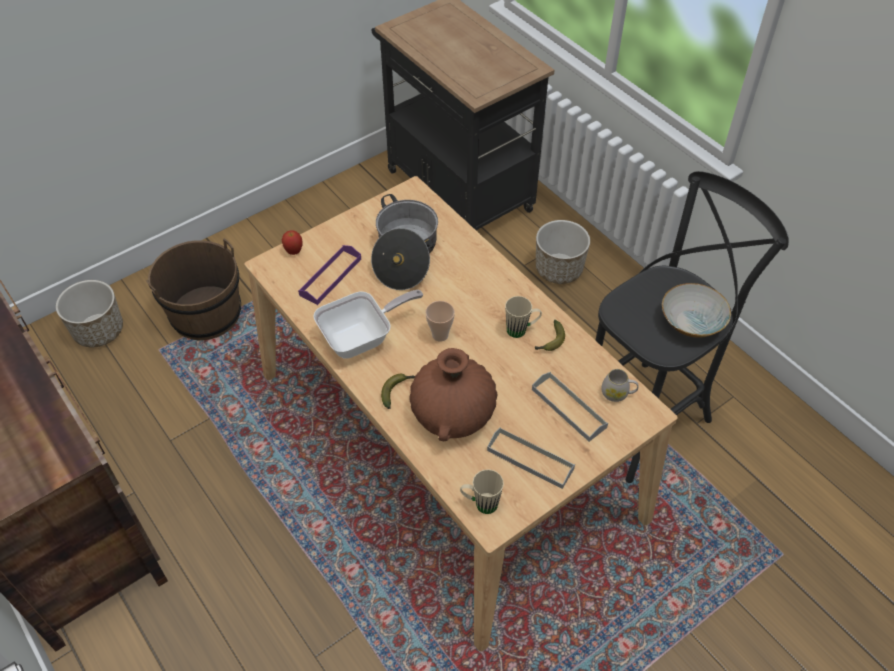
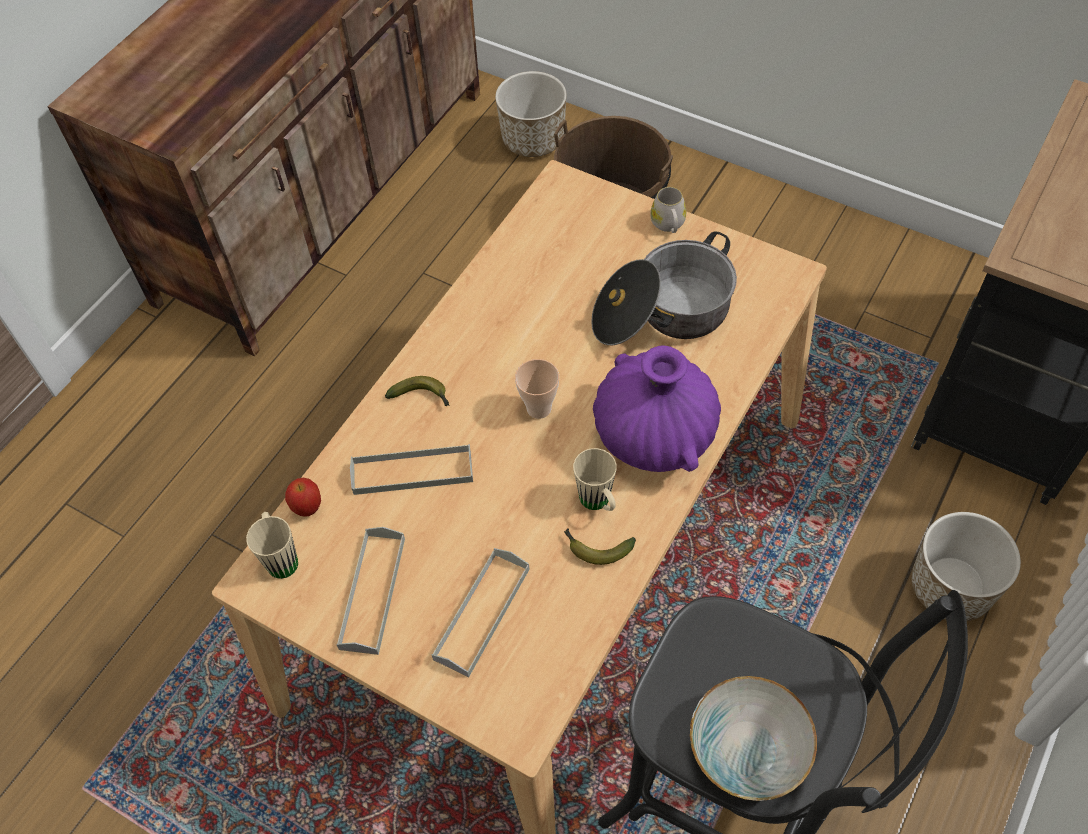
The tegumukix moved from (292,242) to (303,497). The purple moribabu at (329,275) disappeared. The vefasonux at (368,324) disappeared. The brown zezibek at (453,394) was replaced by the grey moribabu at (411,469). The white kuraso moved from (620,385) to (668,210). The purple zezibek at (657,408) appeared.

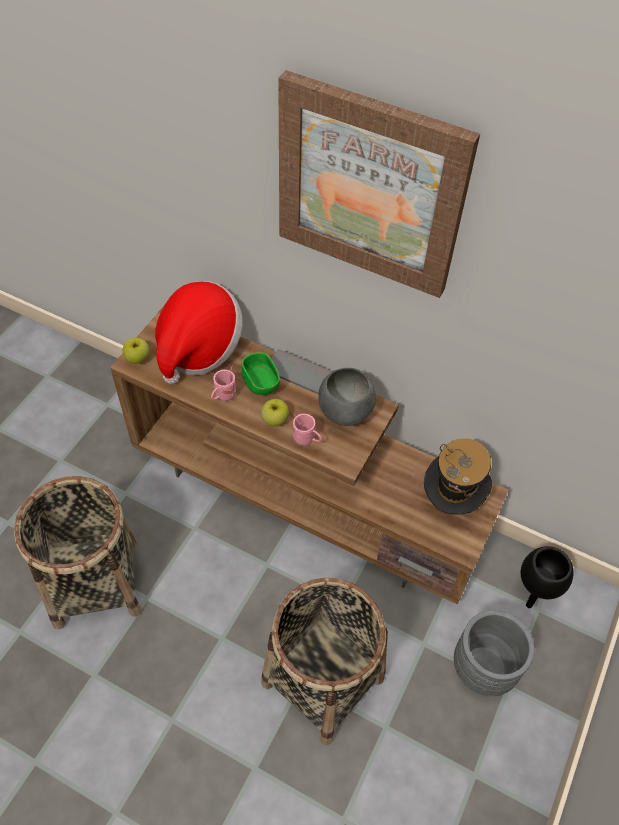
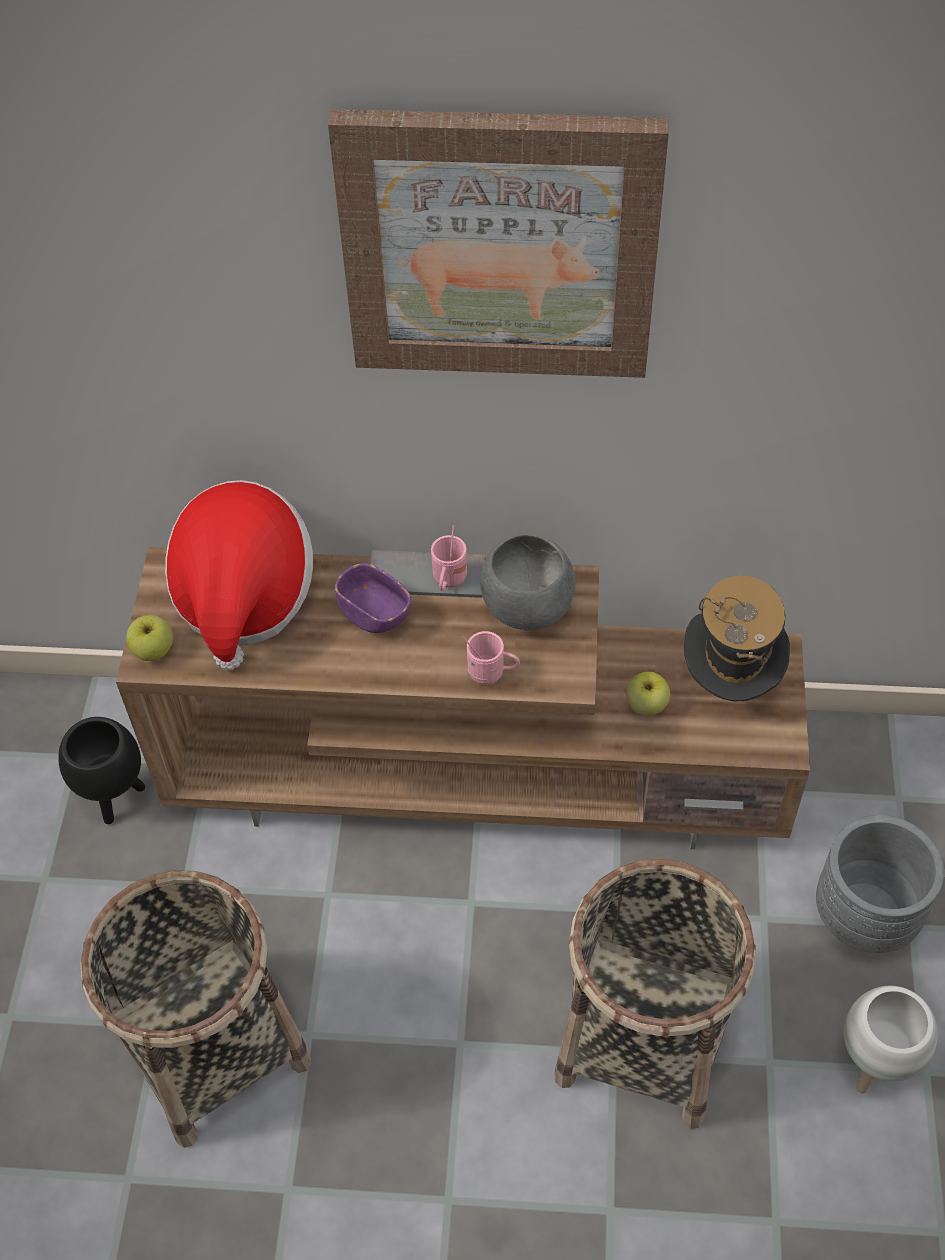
The pink kuraso moved from (223,383) to (449,558). The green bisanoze at (260,373) became the purple bisanoze at (373,598). The tegumukix moved from (275,413) to (648,694). The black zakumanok moved from (547,577) to (101,770). The white zakumanok at (891,1039) appeared.

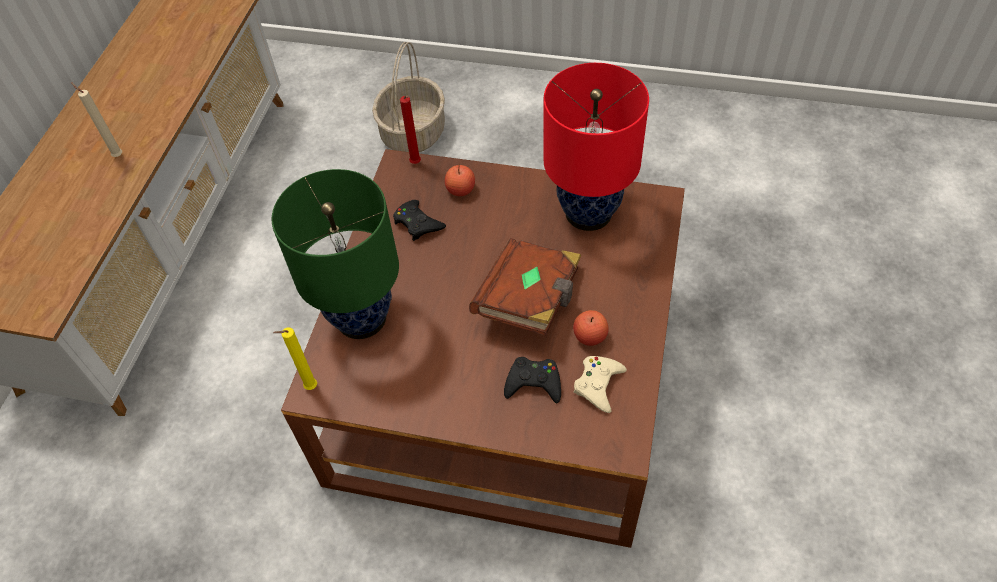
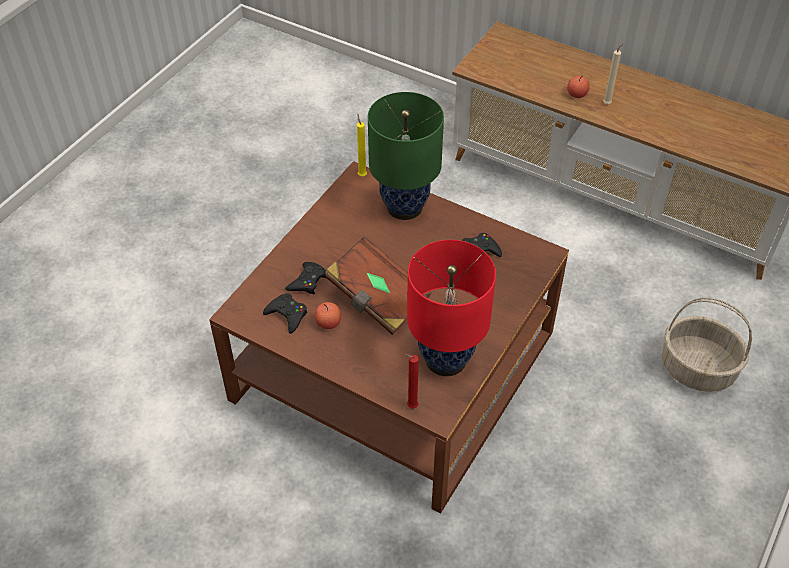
The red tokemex moved from (410,129) to (411,381). The tegumukix moved from (460,180) to (578,87). The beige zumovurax at (600,384) became the black zumovurax at (285,313).

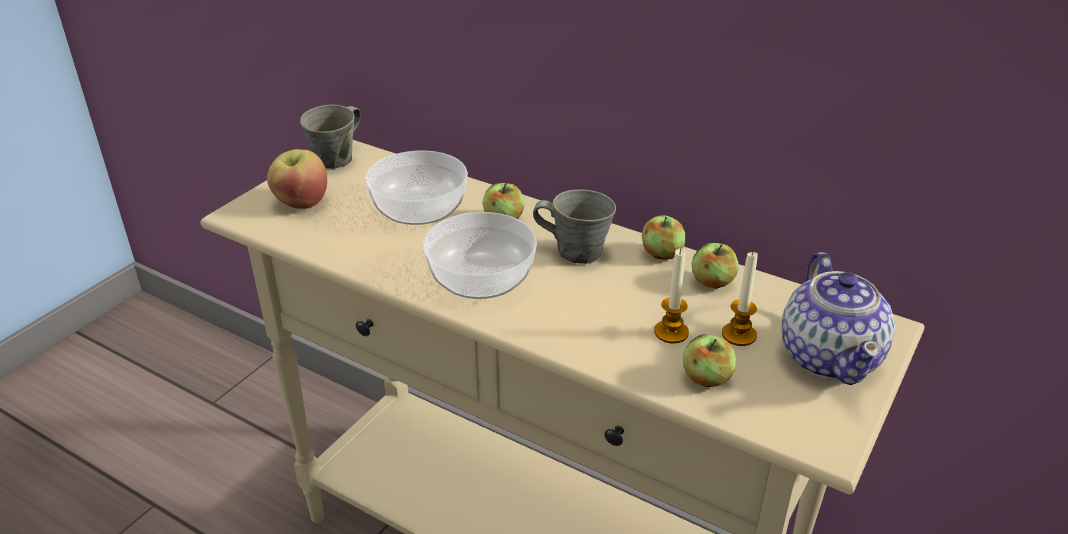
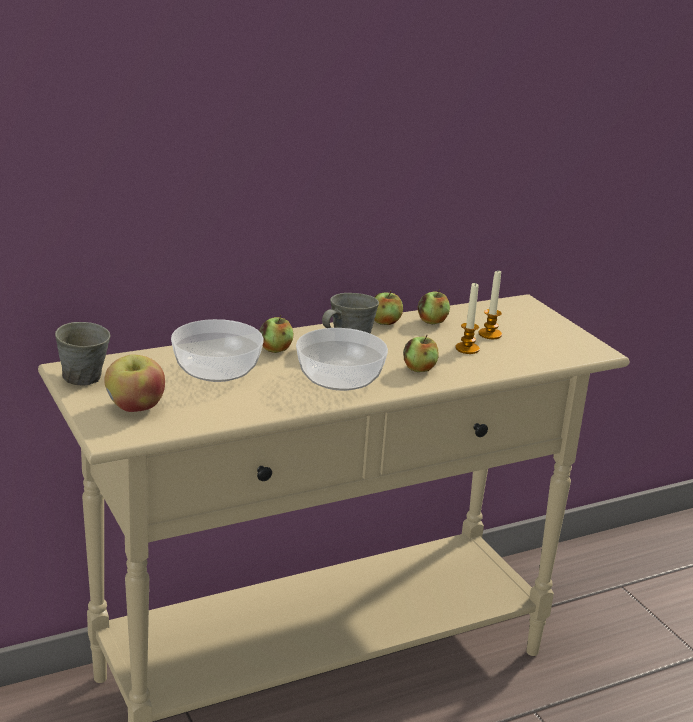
The tegumukix moved from (709,360) to (421,353). The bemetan at (838,318) disappeared.

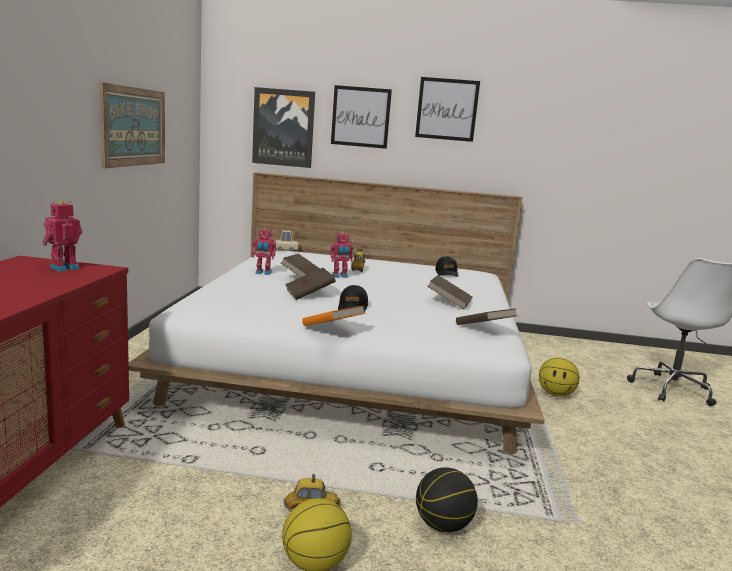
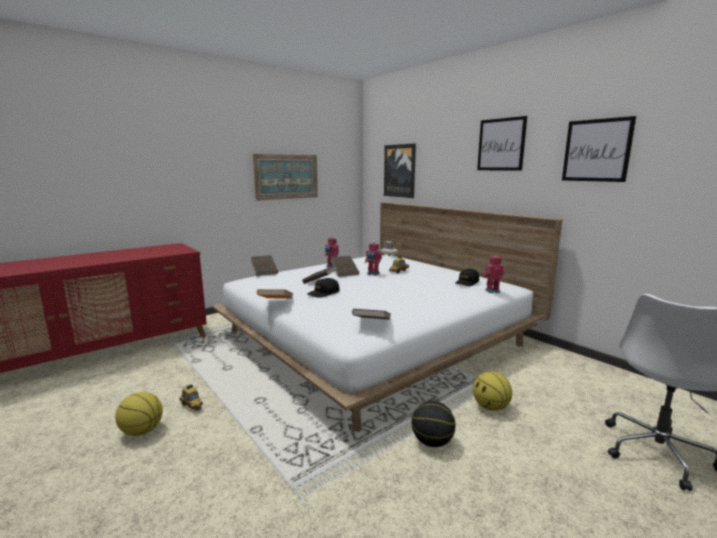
The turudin moved from (62,236) to (494,274). The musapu moved from (361,117) to (599,149). The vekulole moved from (447,499) to (434,424). The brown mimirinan moved from (450,292) to (264,265).

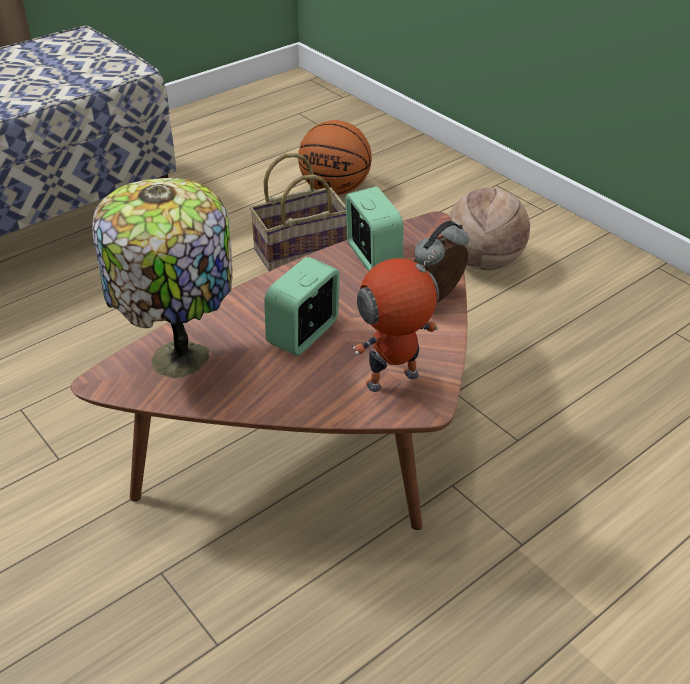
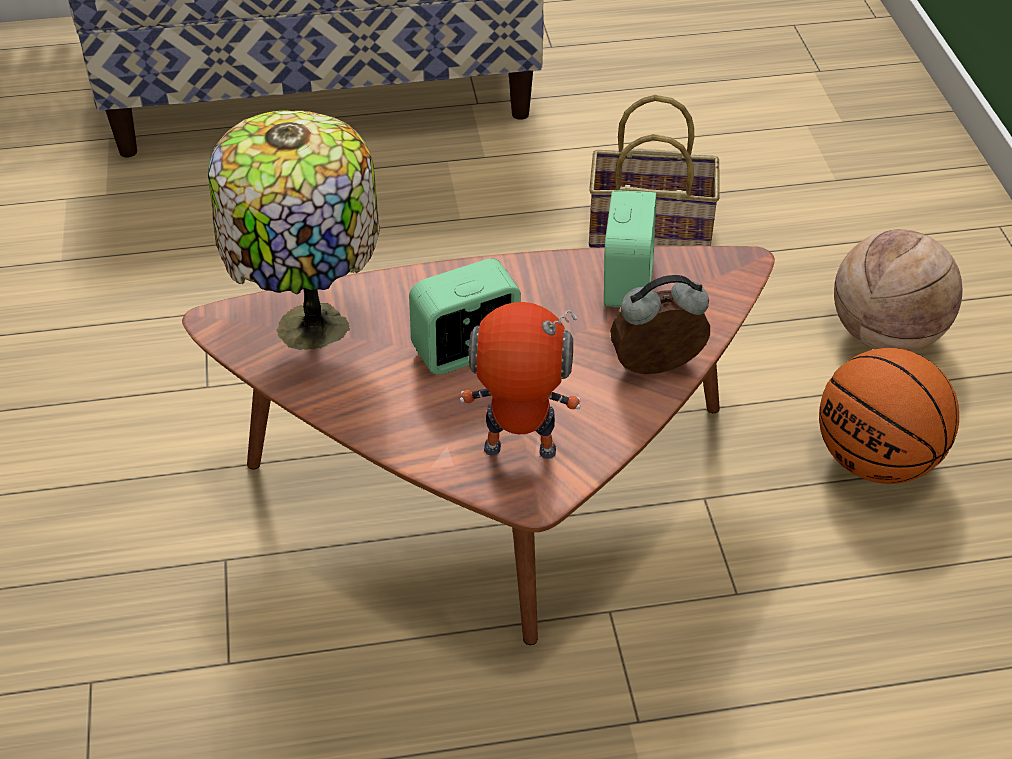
The vekulole moved from (335,157) to (889,416).

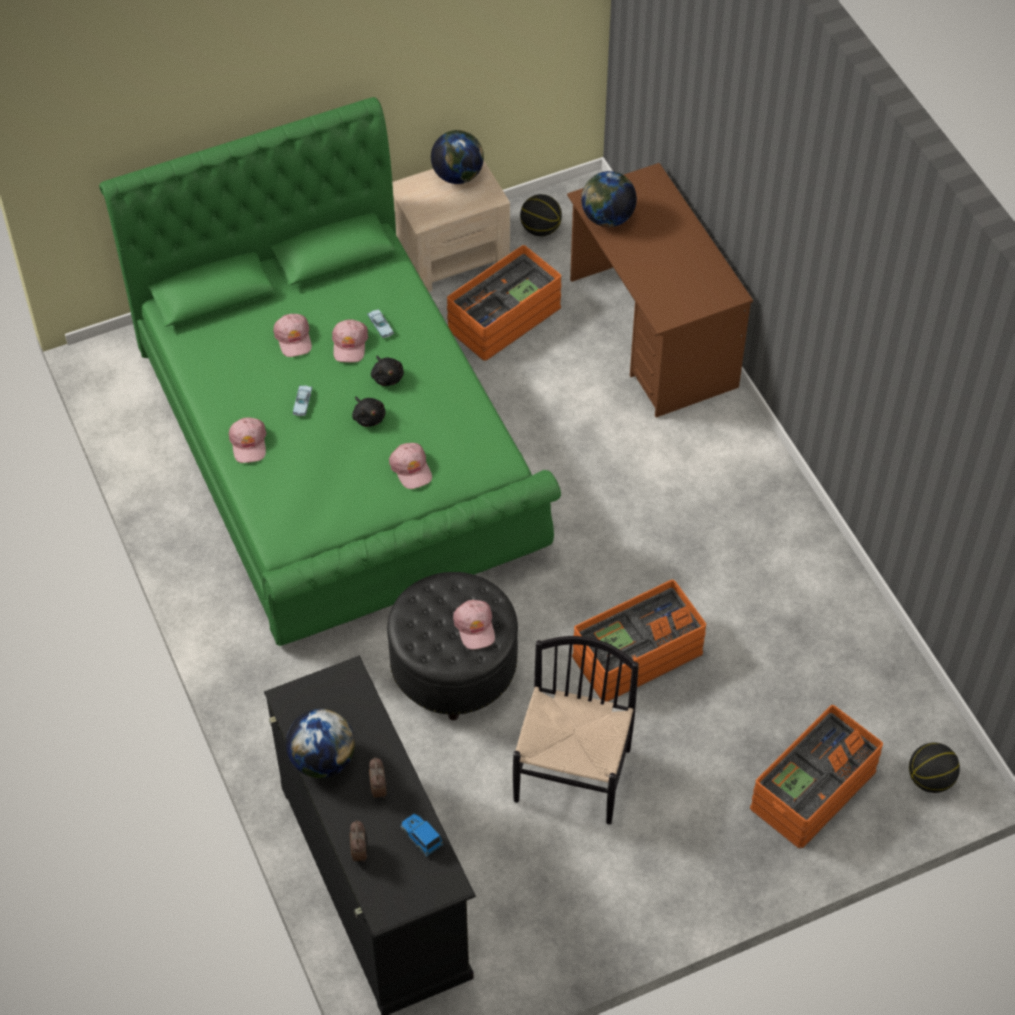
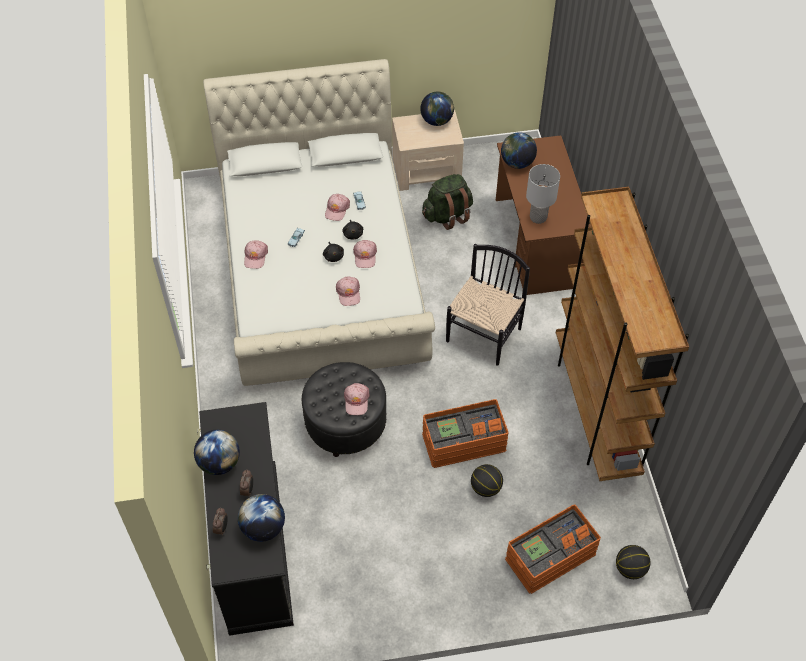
The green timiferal at (330,371) became the beige timiferal at (319,222). The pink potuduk moved from (292,335) to (365,254). The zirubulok at (421,835) was replaced by the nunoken at (261,518). The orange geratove at (504,303) was replaced by the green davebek at (447,202). The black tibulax moved from (576,730) to (488,305). The vekulole moved from (541,215) to (487,480). The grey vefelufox at (543,194) appeared. The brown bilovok at (622,334) appeared.

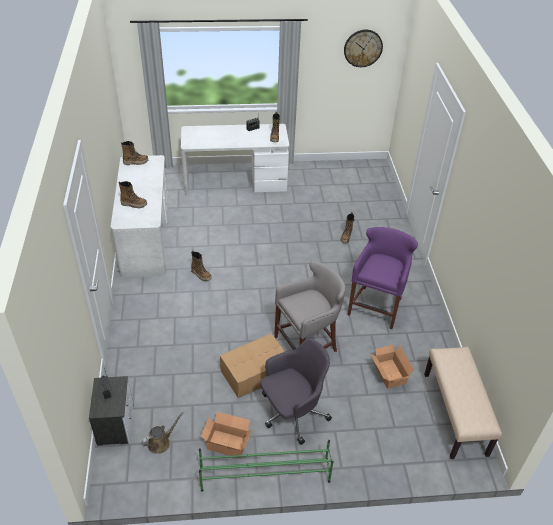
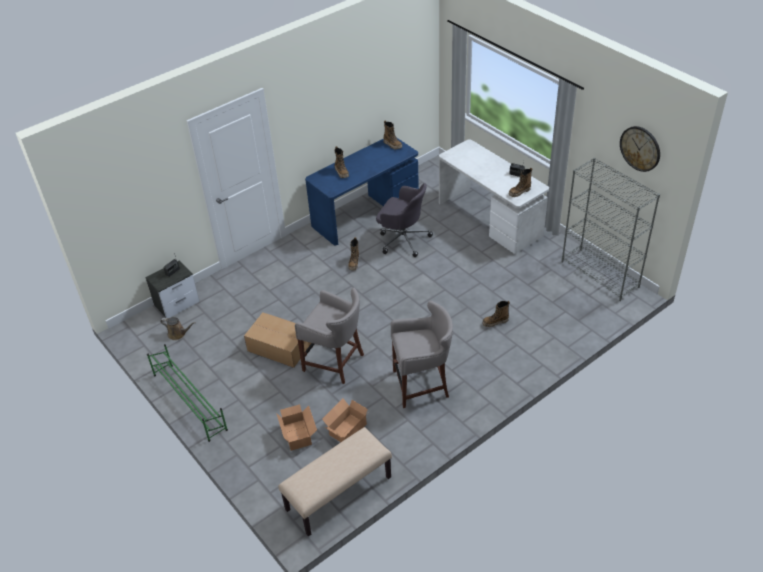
The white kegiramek at (139,216) became the blue kegiramek at (362,191). The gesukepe moved from (226,435) to (296,427). The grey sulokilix moved from (296,391) to (404,220). The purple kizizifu at (383,278) became the grey kizizifu at (422,354). The grey bilovok at (611,229) appeared.

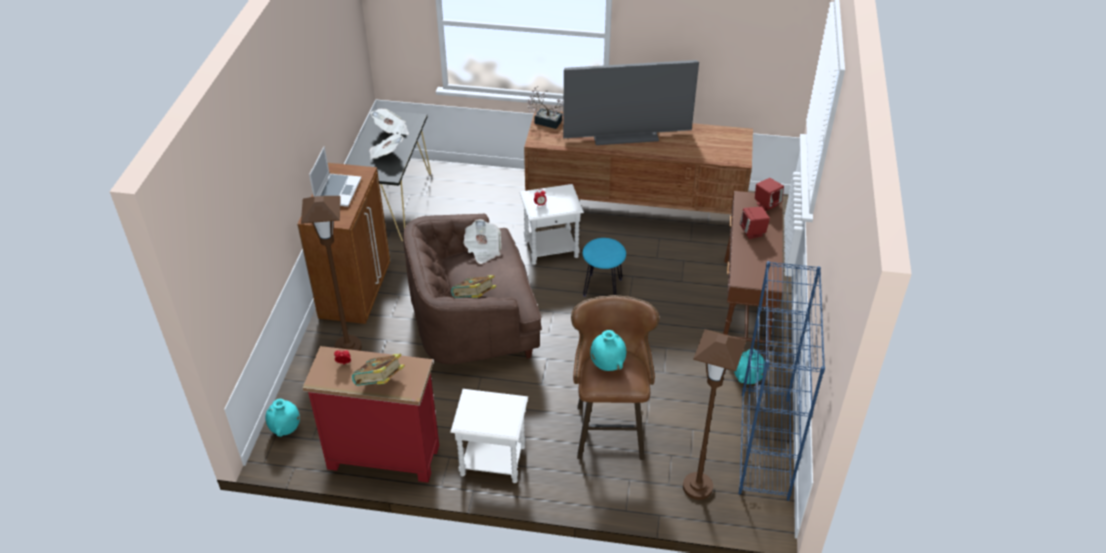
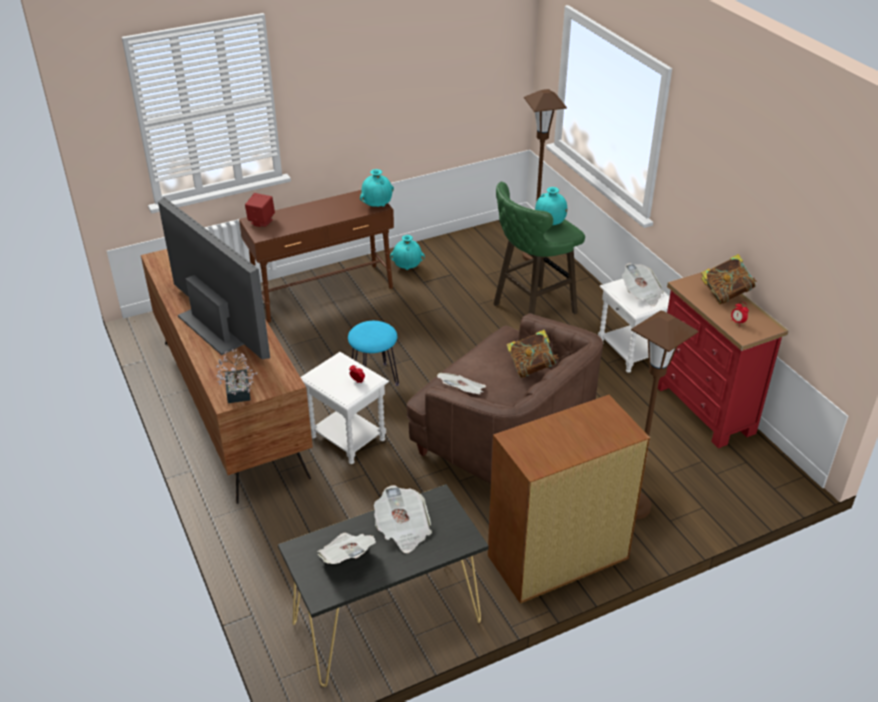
The turquoise zezibek moved from (282,418) to (377,188). The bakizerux at (335,177) disappeared. The brown kizizifu at (615,377) became the green kizizifu at (539,248). The blue bilovok at (781,381) disappeared. The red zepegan at (754,223) disappeared. The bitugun at (643,284) appeared.

